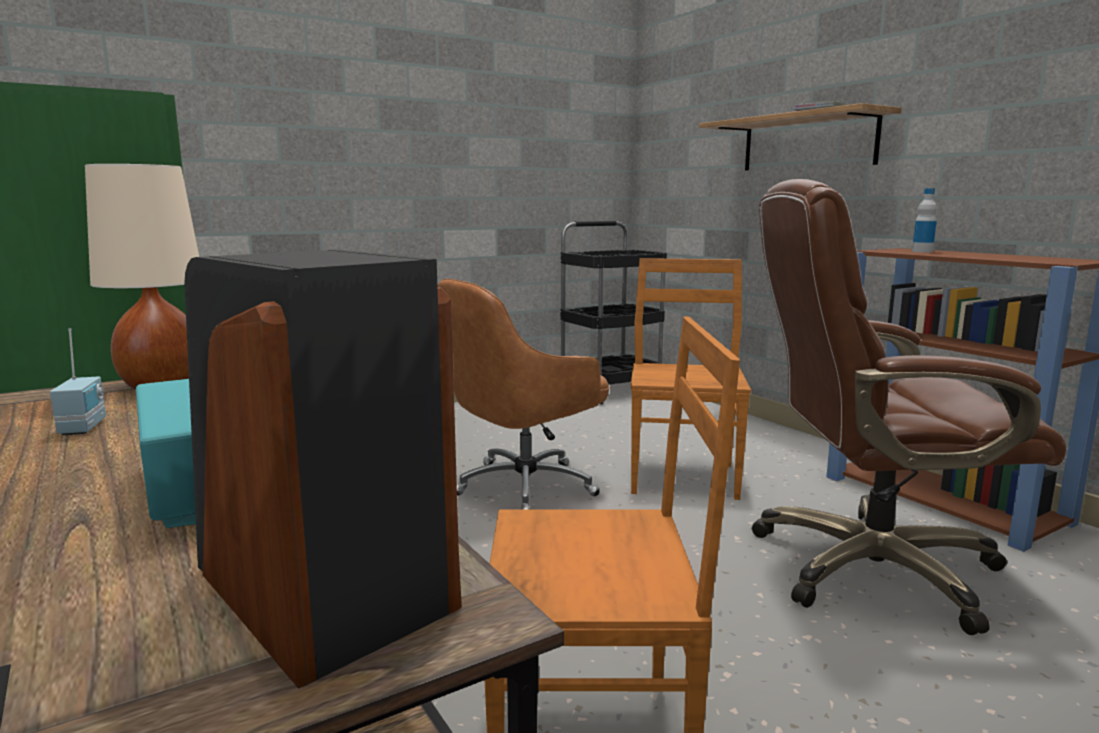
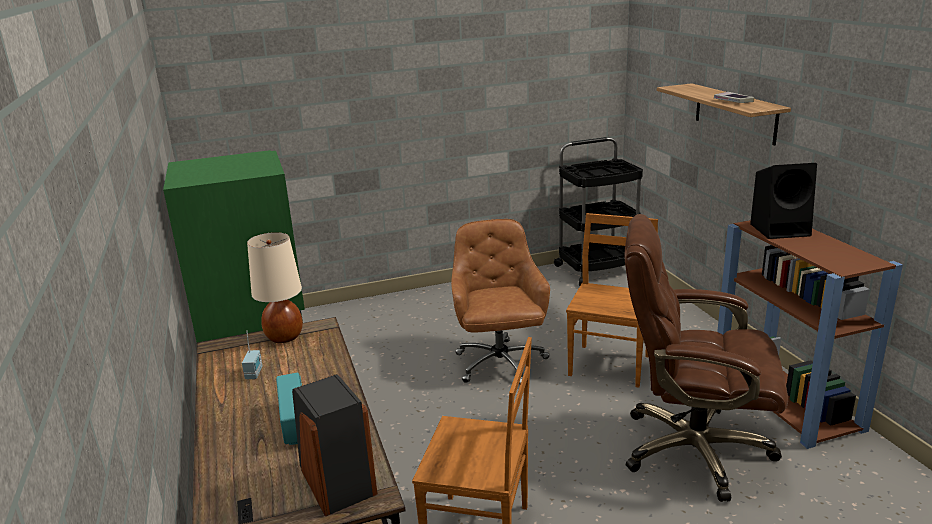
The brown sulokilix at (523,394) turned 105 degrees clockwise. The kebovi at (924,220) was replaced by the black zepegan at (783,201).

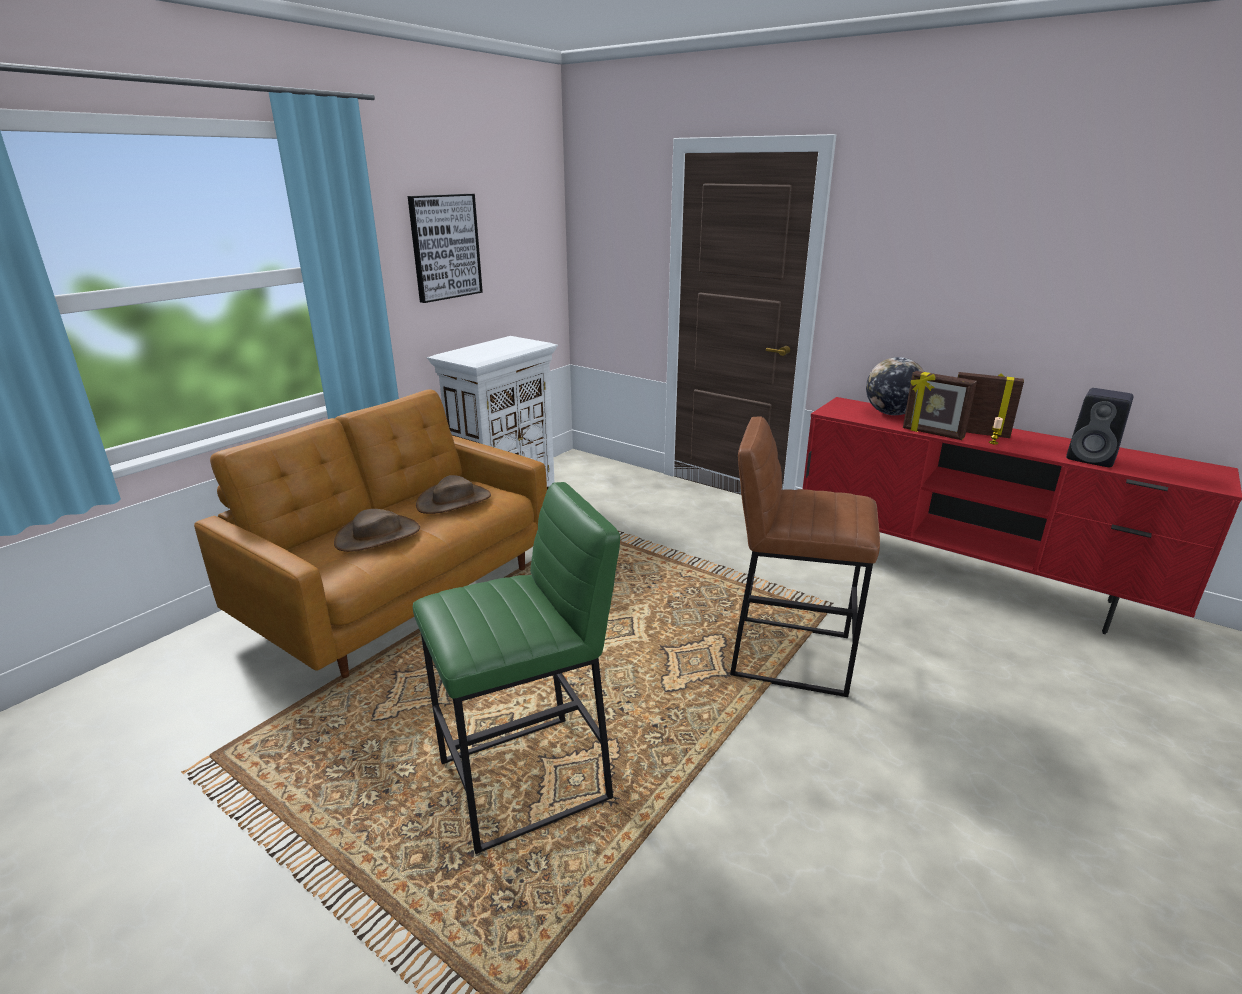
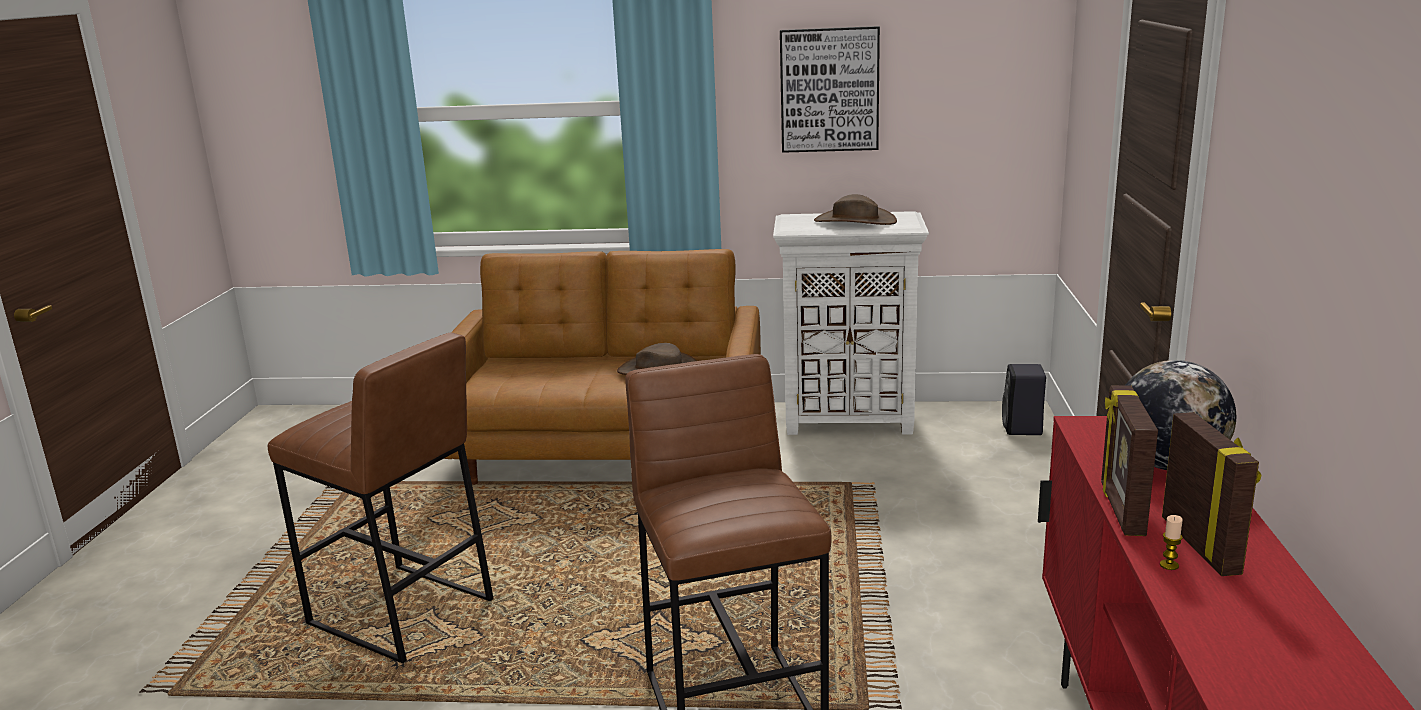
The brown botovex moved from (377,530) to (855,209). The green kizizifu at (516,668) became the brown kizizifu at (381,498). The black zepegan moved from (1099,427) to (1024,399).

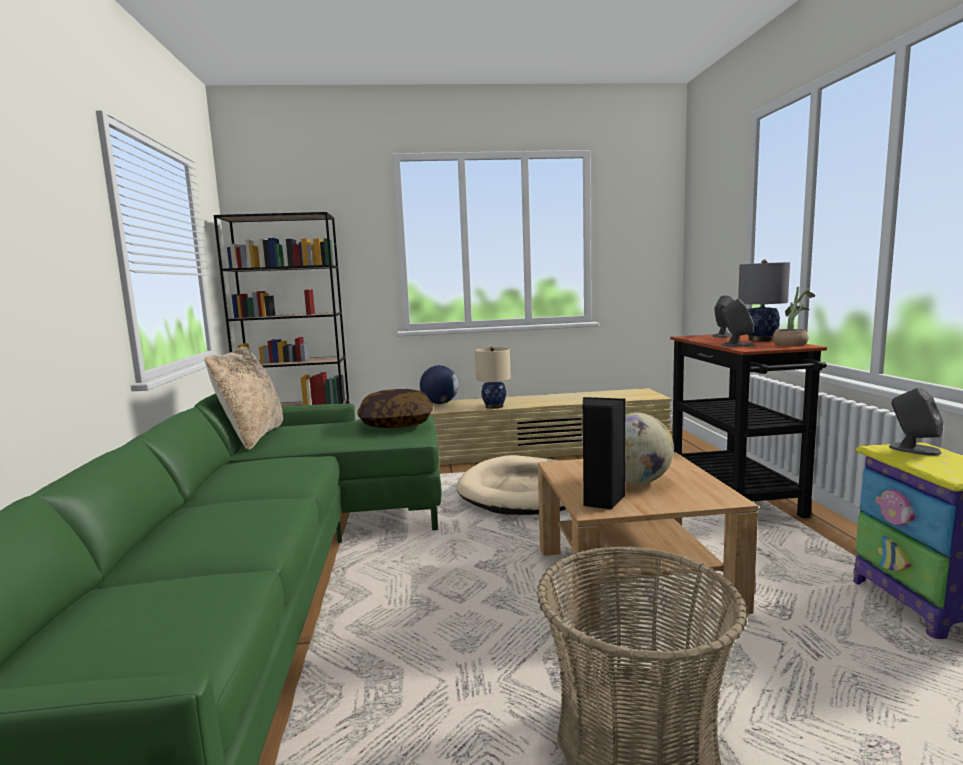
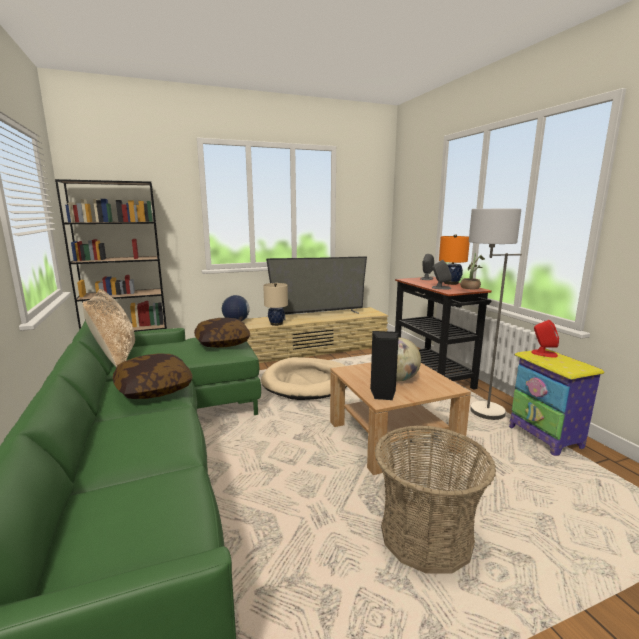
The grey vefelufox at (764,300) became the orange vefelufox at (454,259). The grey zepegan at (916,421) became the red zepegan at (545,339). The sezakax at (153,376) appeared. The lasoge at (316,288) appeared. The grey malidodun at (495,314) appeared.

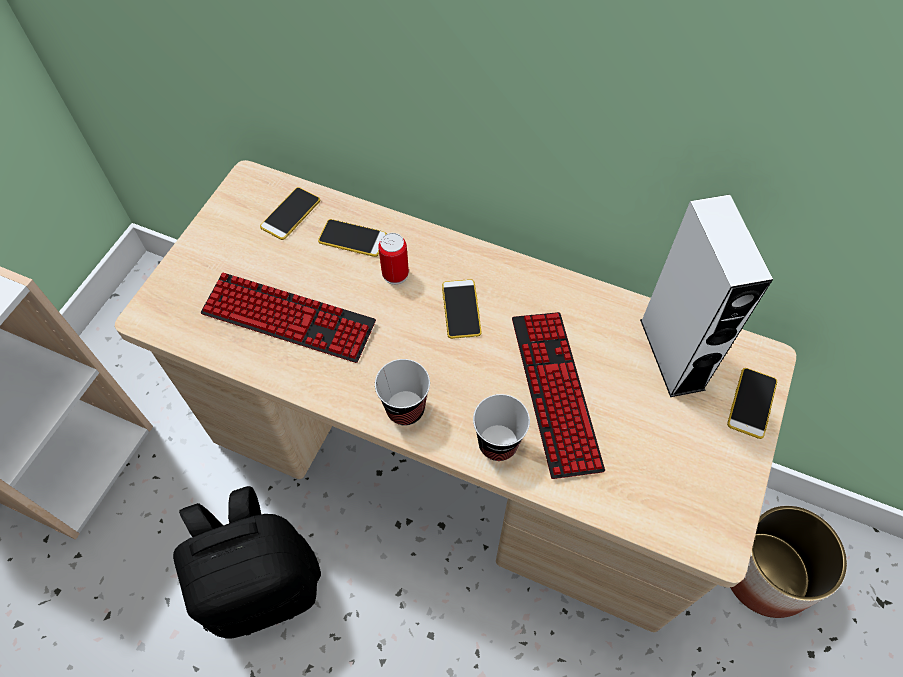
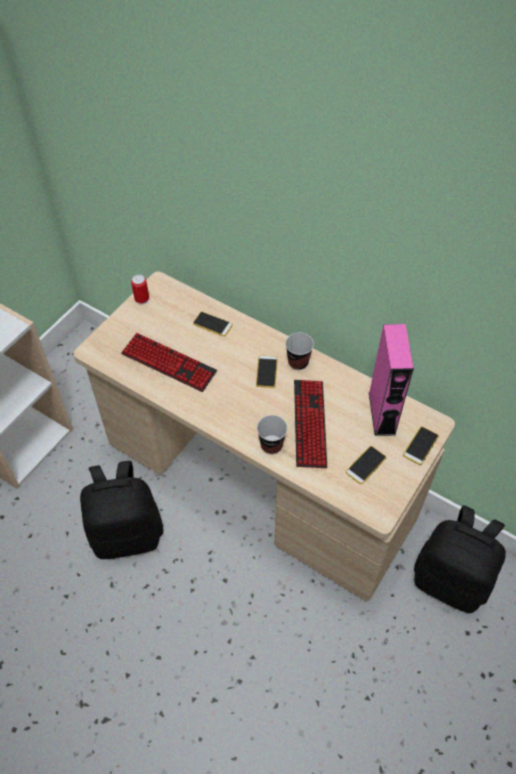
The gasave moved from (290,213) to (366,465). The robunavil moved from (402,392) to (299,351). The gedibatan moved from (393,259) to (140,290). The white zepegan at (706,296) became the pink zepegan at (391,380). The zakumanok at (788,562) was replaced by the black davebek at (460,559).

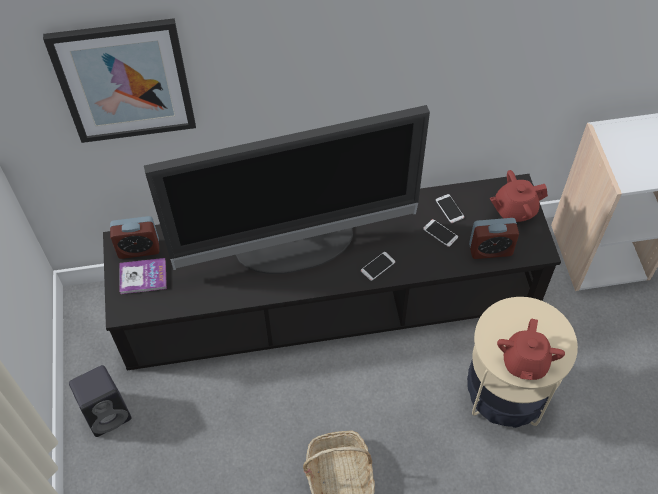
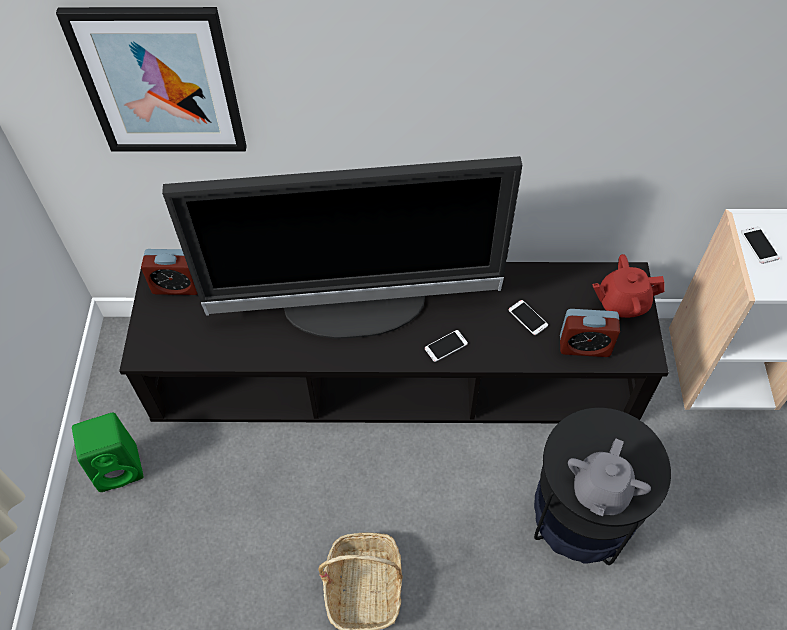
The black zepegan at (100,401) became the green zepegan at (107,452). The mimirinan at (143,276) disappeared. The gasave moved from (450,208) to (760,245). The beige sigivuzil at (522,362) became the black sigivuzil at (602,486). The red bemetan at (531,349) became the grey bemetan at (609,477).

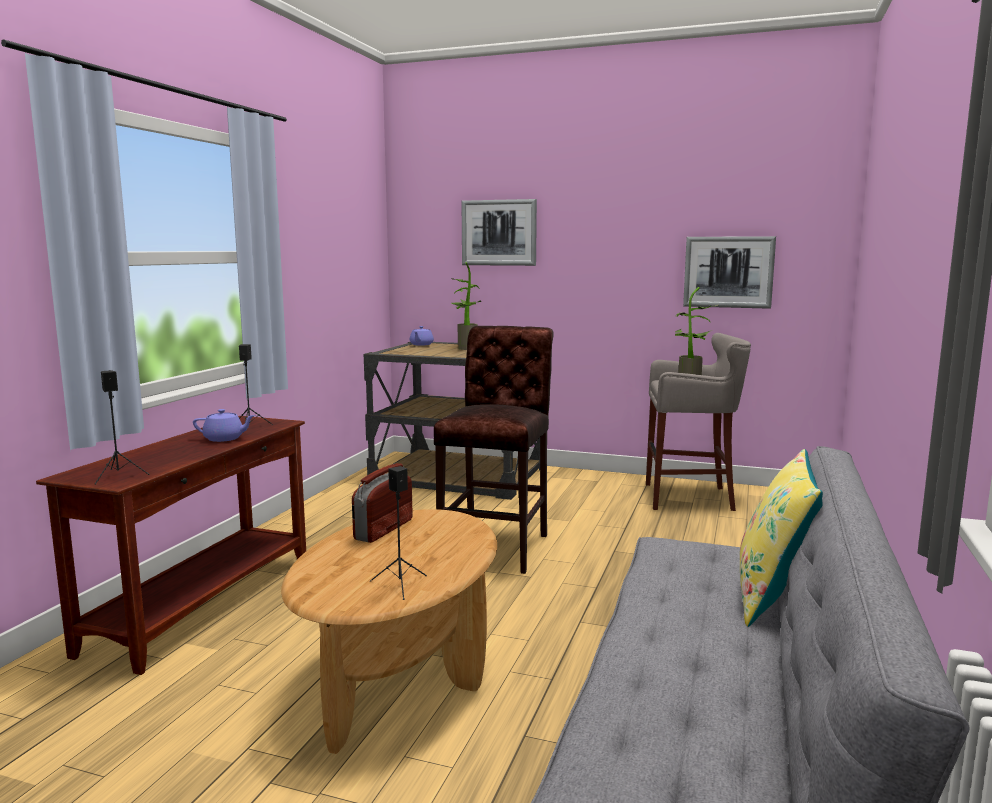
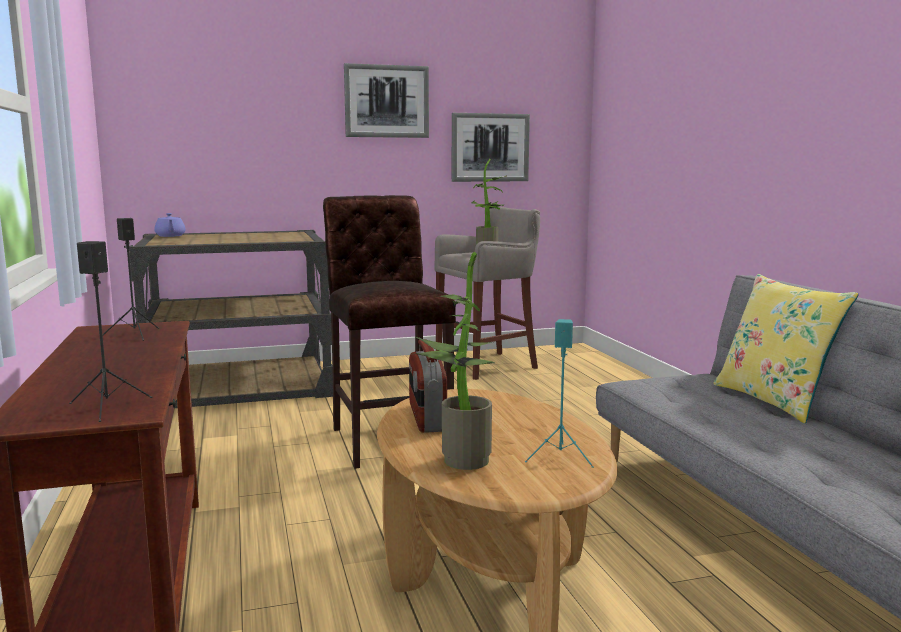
The purple bemetan at (224,425) disappeared. The black zepegan at (398,533) became the turquoise zepegan at (559,393). The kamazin moved from (467,306) to (455,361). The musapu moved from (499,232) to (386,100).

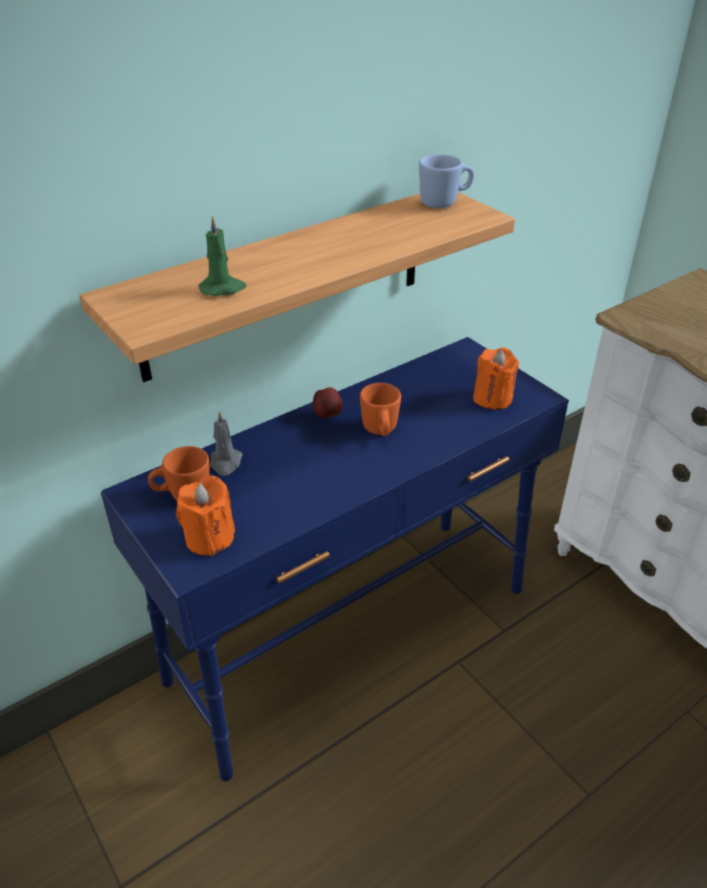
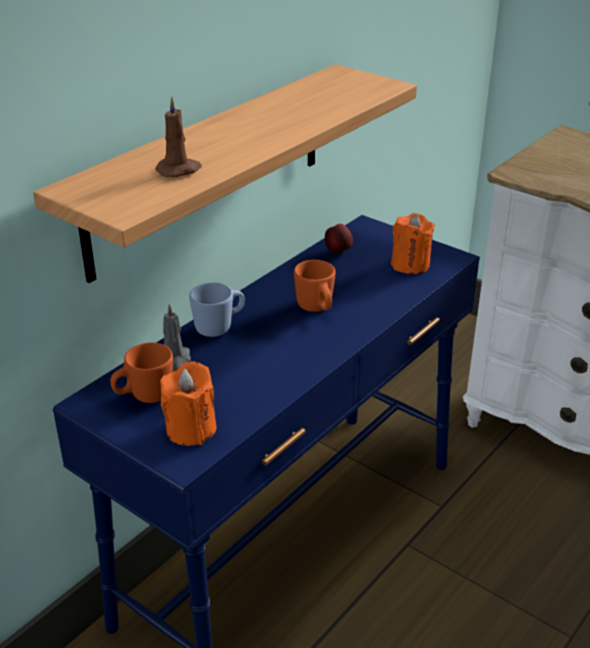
The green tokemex at (223,256) became the brown tokemex at (178,137). The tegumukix moved from (328,403) to (339,239). The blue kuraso moved from (446,181) to (217,309).

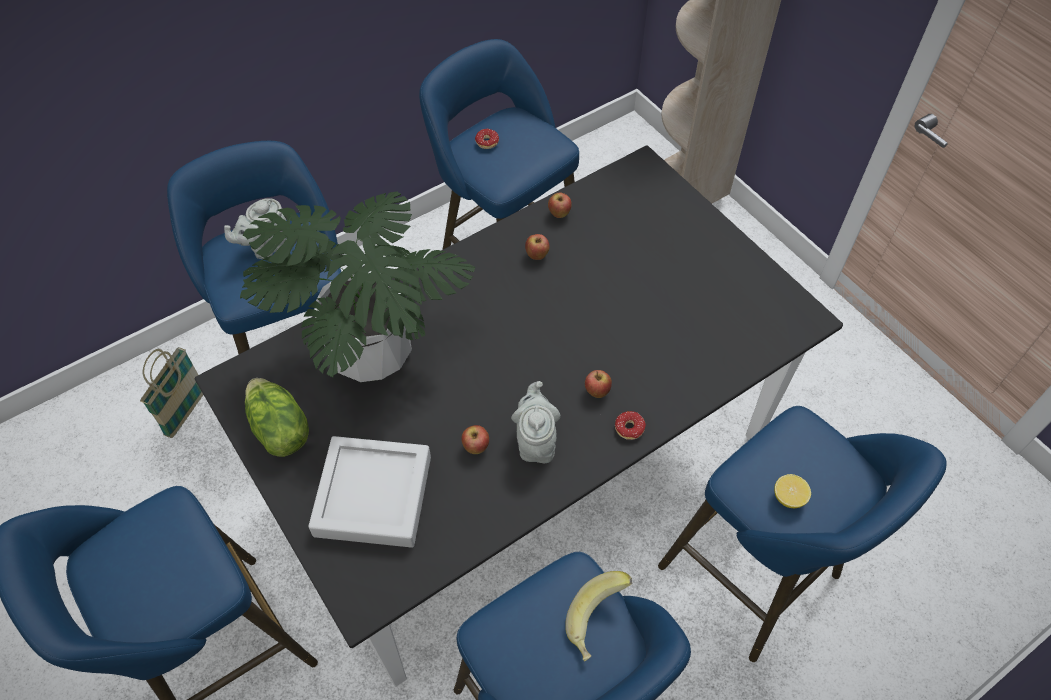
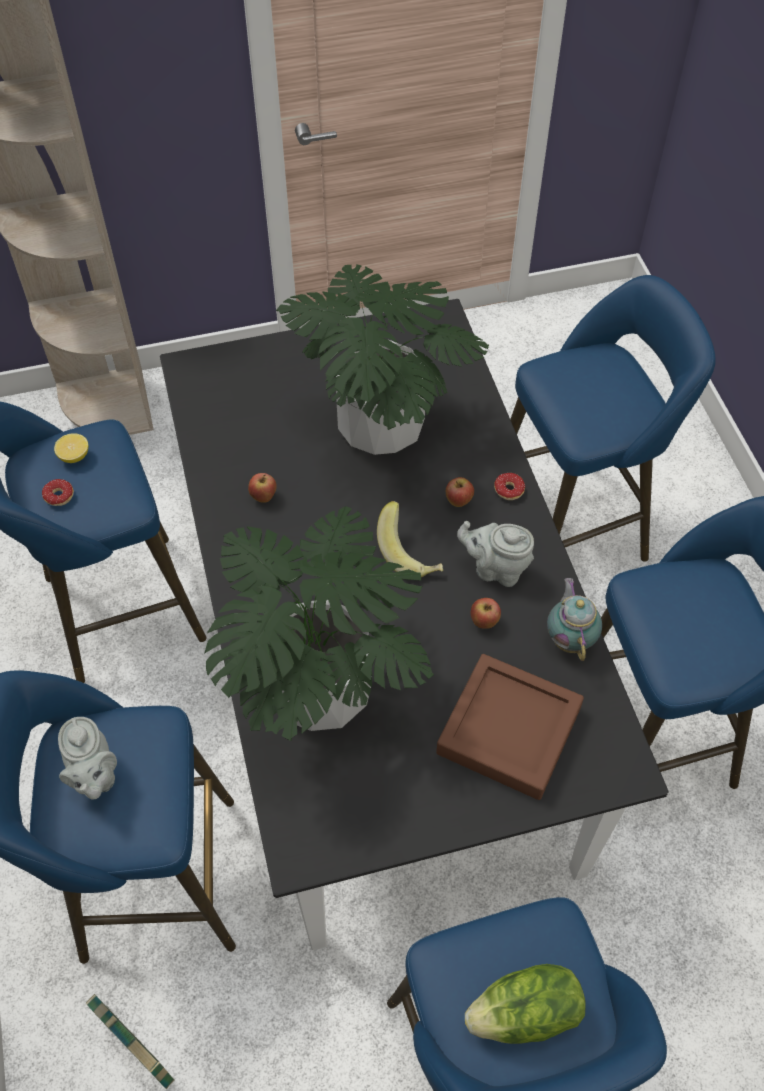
The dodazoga moved from (277,417) to (525,1004). The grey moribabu at (369,492) became the brown moribabu at (510,727). The tegumukix at (560,205) disappeared. The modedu moved from (598,616) to (410,539). The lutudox moved from (792,491) to (71,448). The kamazin at (382,359) appeared. The bemetan at (574,619) appeared.

